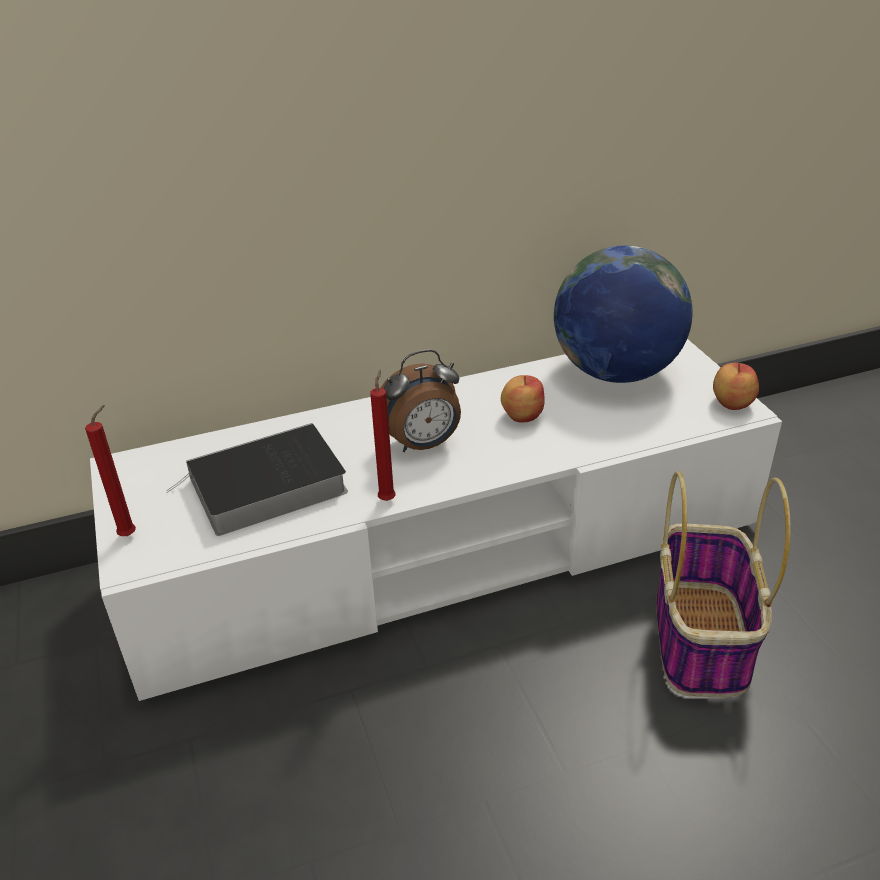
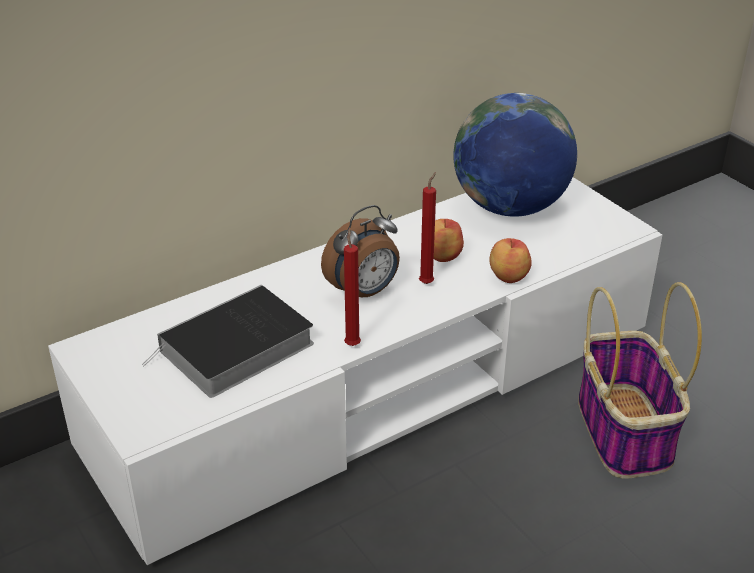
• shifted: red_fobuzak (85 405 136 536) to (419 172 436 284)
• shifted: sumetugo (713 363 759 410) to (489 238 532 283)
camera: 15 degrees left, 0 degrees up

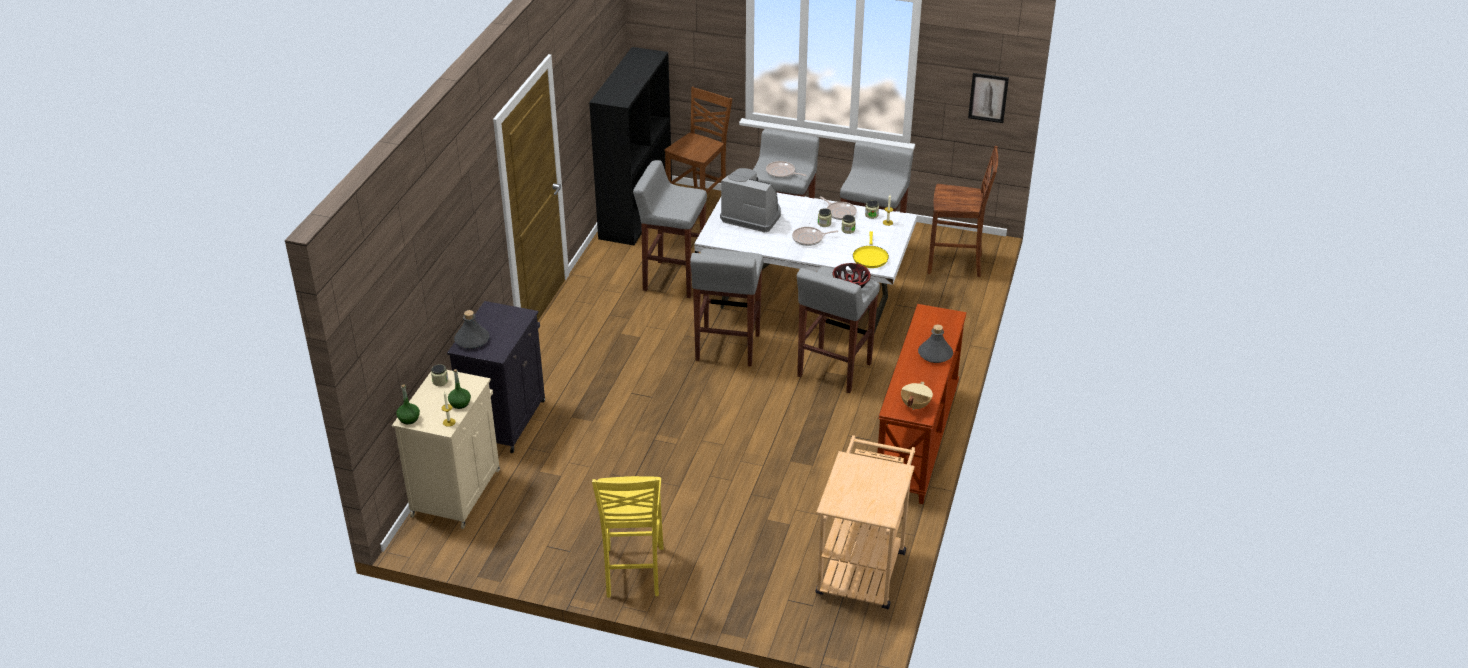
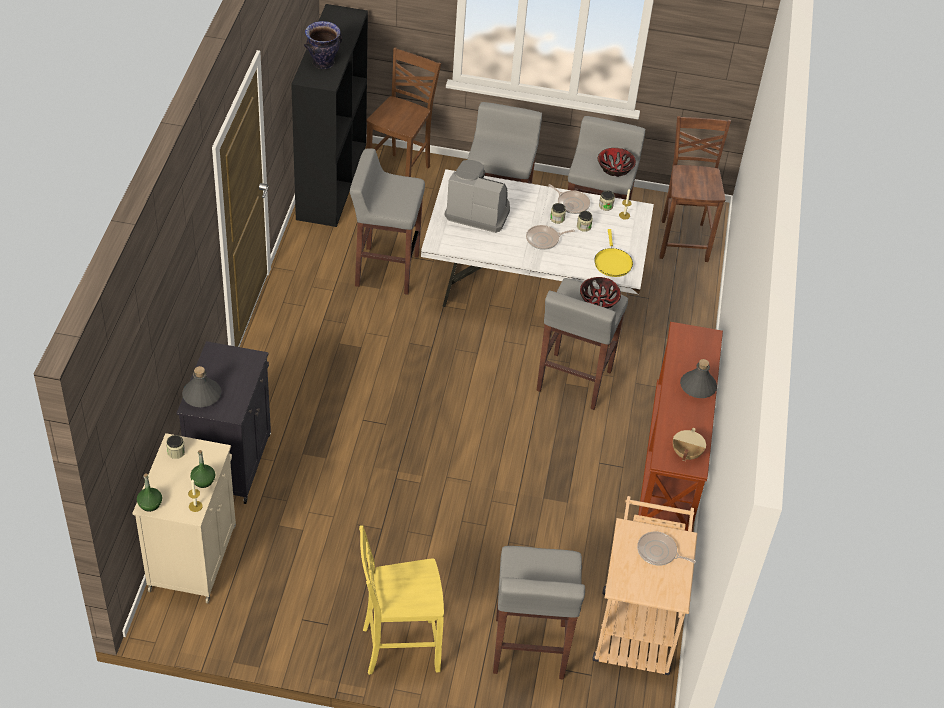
• new: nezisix (304 21 342 69)
• rotated: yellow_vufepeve (592 476 663 598) = (359 525 444 675) 90 degrees clockwise
• shifted: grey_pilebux (690 249 764 366) to (493 546 585 680)
• new: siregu (597 148 636 177)
• shifted: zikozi (766 161 807 178) to (637 531 696 566)
• rotated: brown_vufepeve (927 146 998 277) = (660 116 731 262) 90 degrees counterclockwise
• gone: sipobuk (968 73 1009 123)
camera: 10 degrees left, 10 degrees up

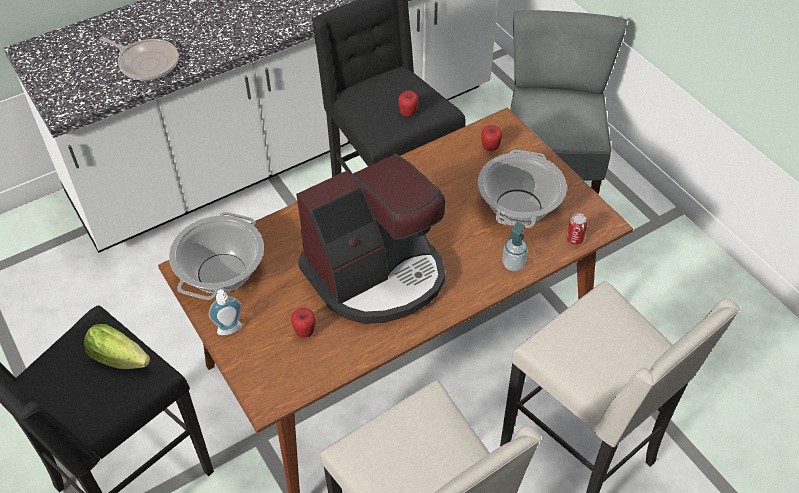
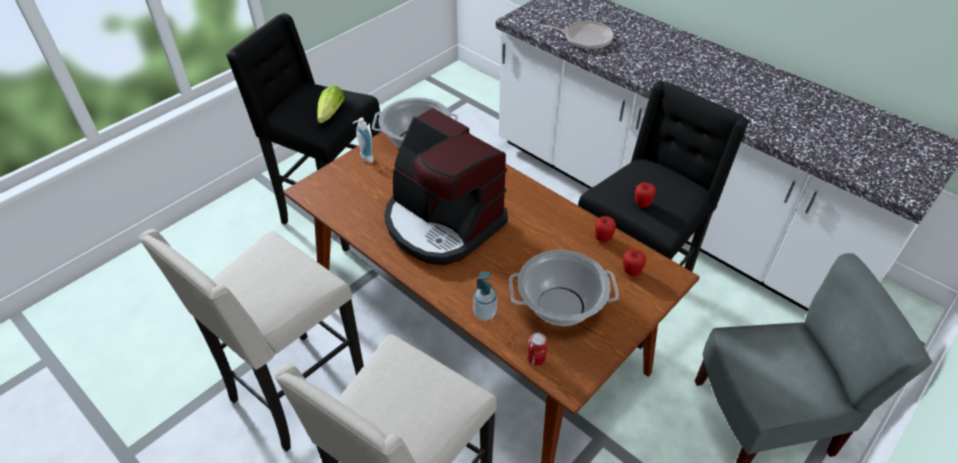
• rotated: zikozi (100 37 179 81) = (542 21 614 49) 90 degrees counterclockwise
• shifted: sumetugo (291 308 316 338) to (595 216 616 242)
camera: 75 degrees right, 5 degrees down

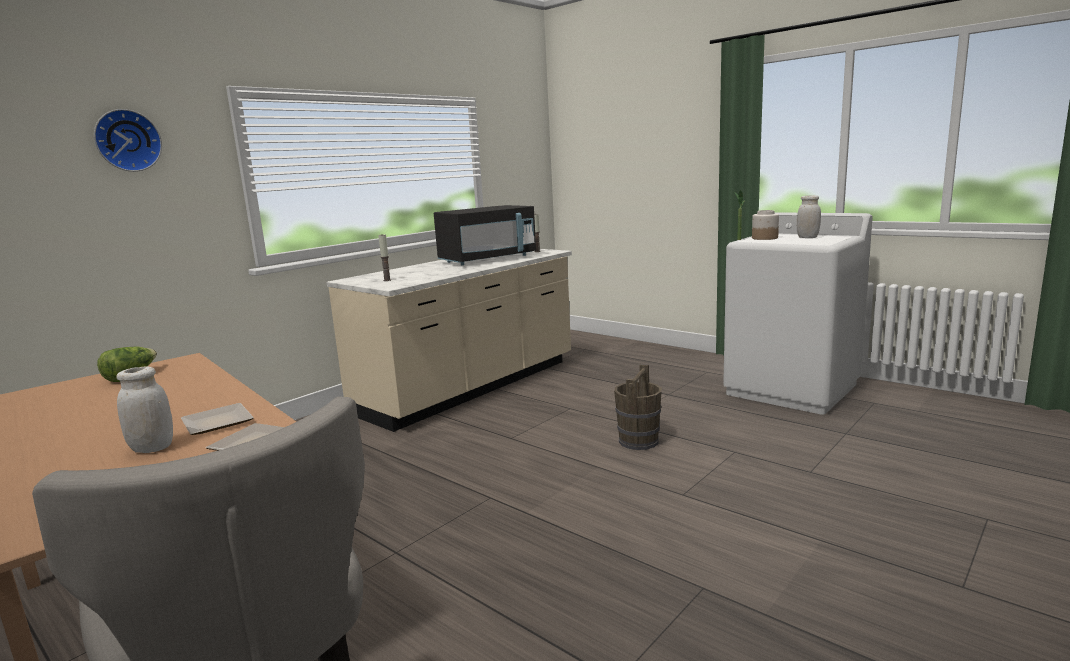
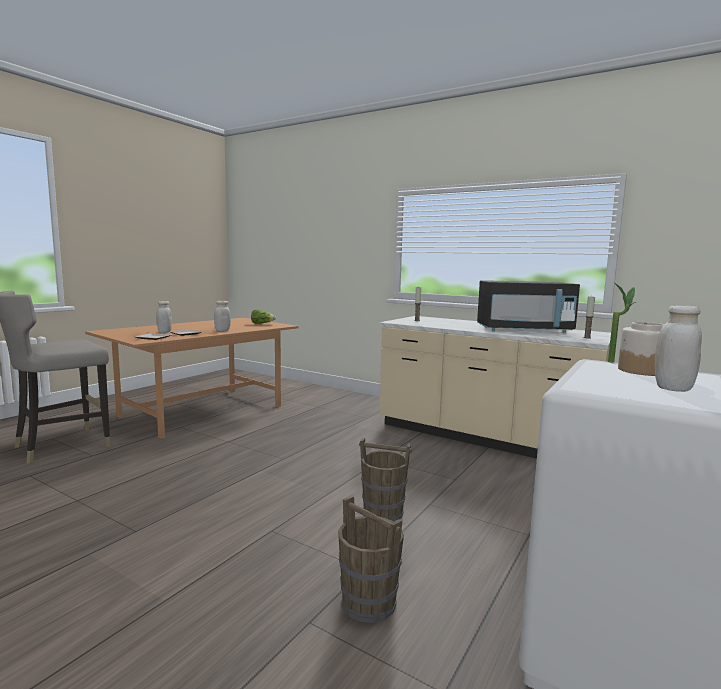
• new: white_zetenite (214 301 231 331)
• new: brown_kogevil (338 495 404 623)
• rotated: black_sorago (434 205 536 265) = (477 280 580 333) 45 degrees counterclockwise
• gone: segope (94 109 162 172)
camera: 80 degrees right, 5 degrees down

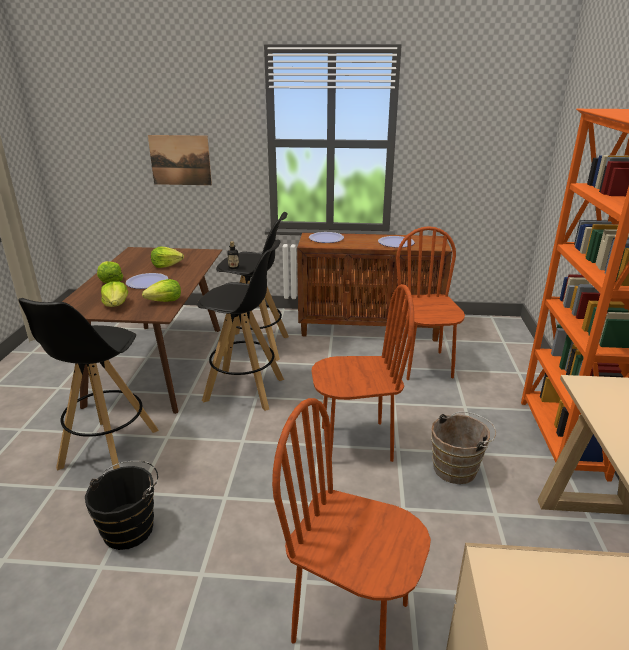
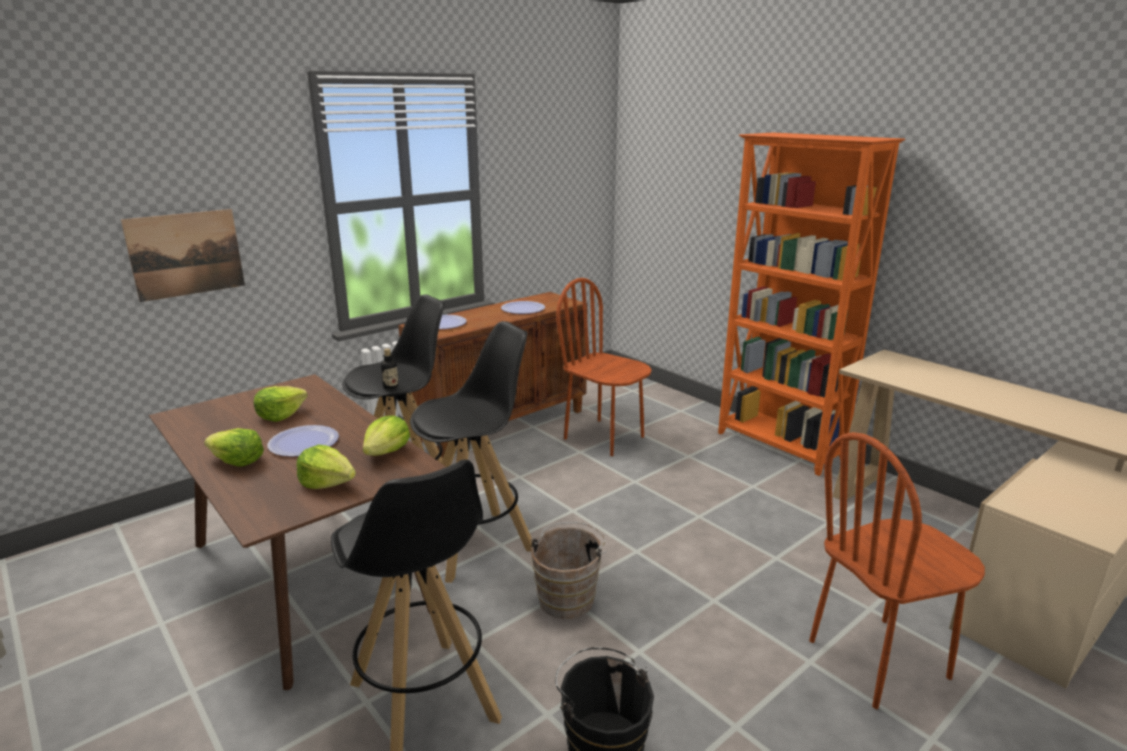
• shifted: brown_kogevil (431 412 496 484) to (531 522 607 619)
• gone: brown_vufepeve (312 284 414 462)
camera: 45 degrees left, 5 degrees down

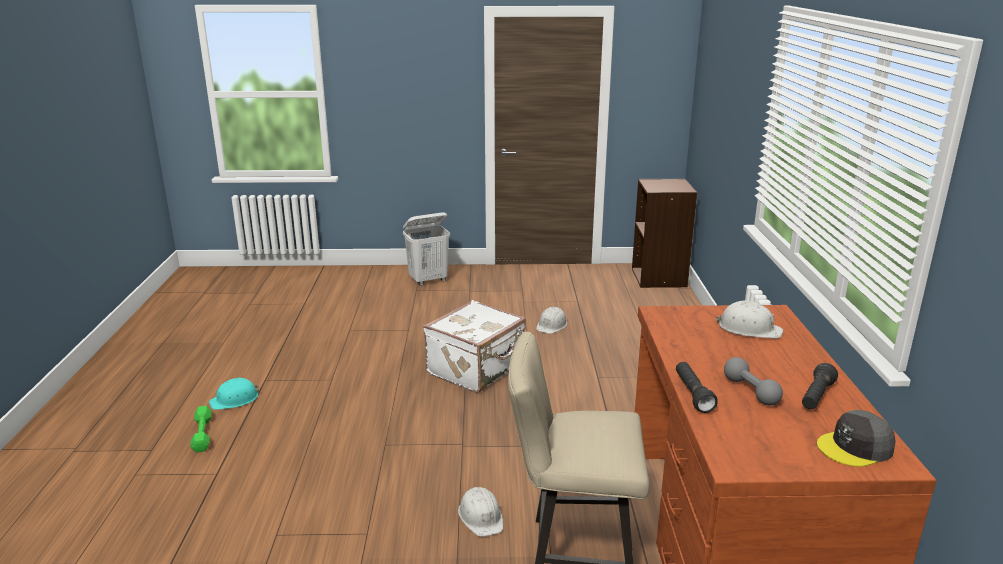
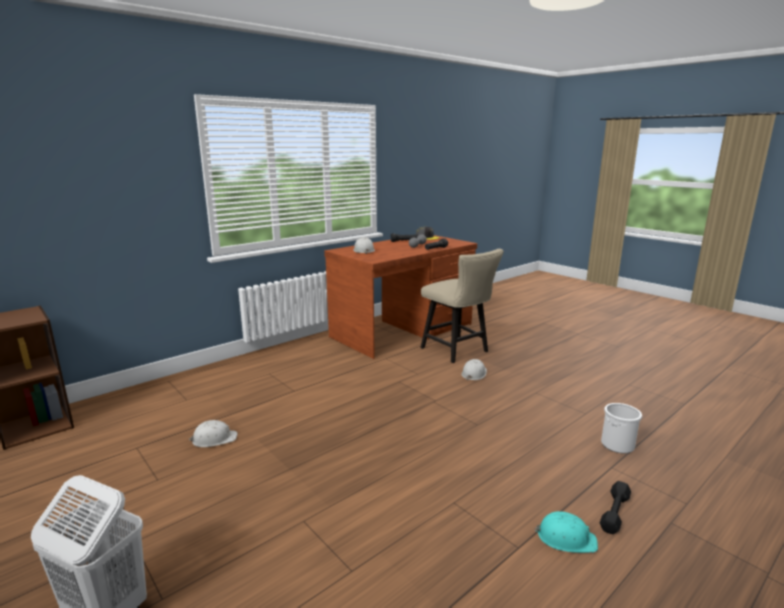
• repainted: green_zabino (191 406 212 453) to black_zabino (600 481 631 534)
• new: kogevil (601 403 642 454)
• gone: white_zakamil (423 300 526 393)
camera: 130 degrees left, 5 degrees down

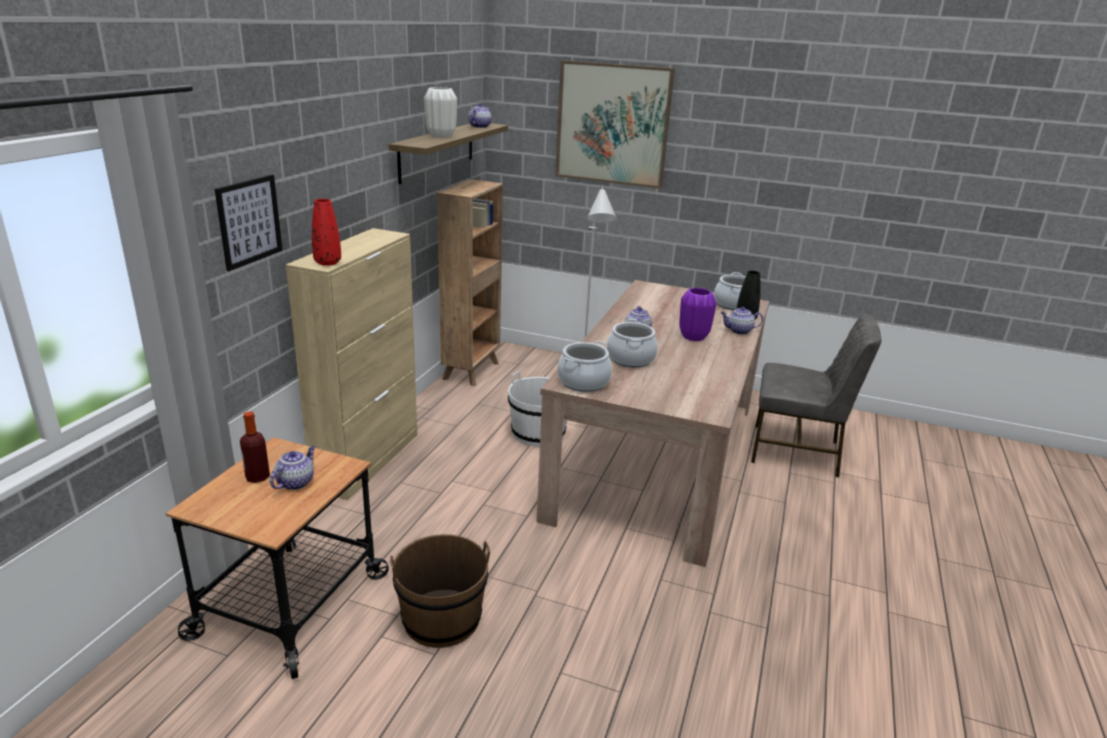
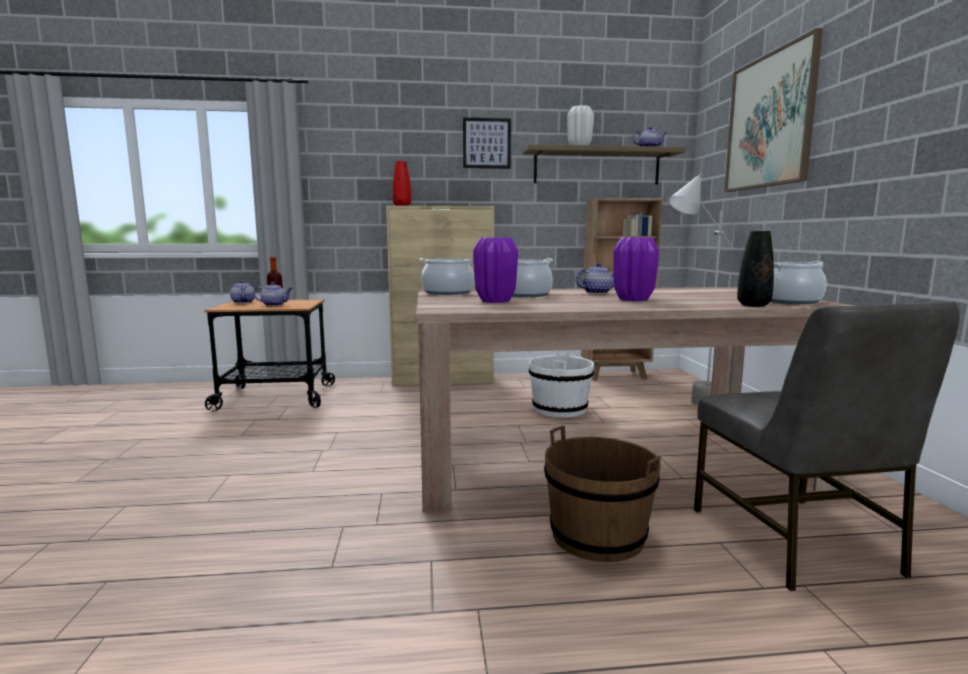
• shifted: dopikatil (721 307 763 335) to (230 280 255 303)
• shifted: sipobuk (215 175 283 271) to (463 117 511 169)
• new: purple_nezisix (473 237 518 303)
• shifted: brown_kogevil (390 534 490 648) to (544 426 661 562)
camera: 65 degrees right, 15 degrees down

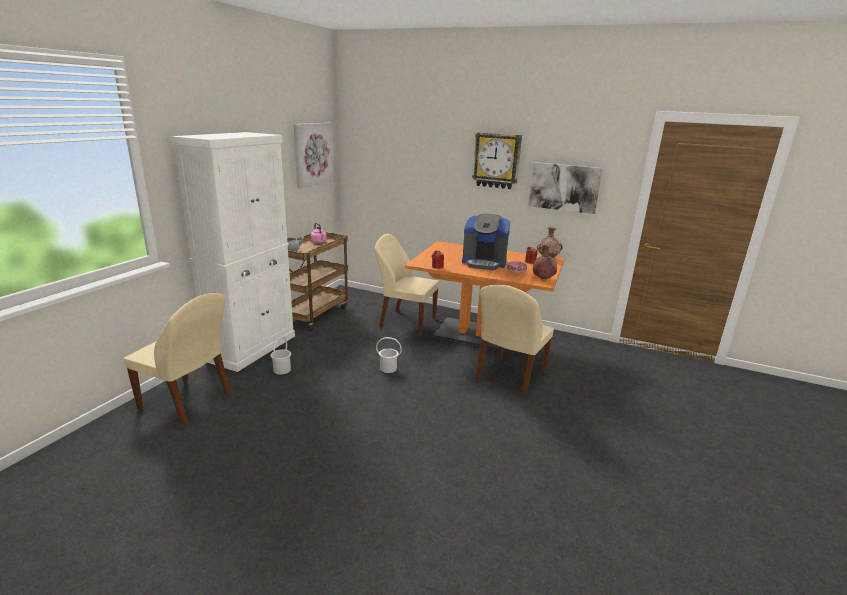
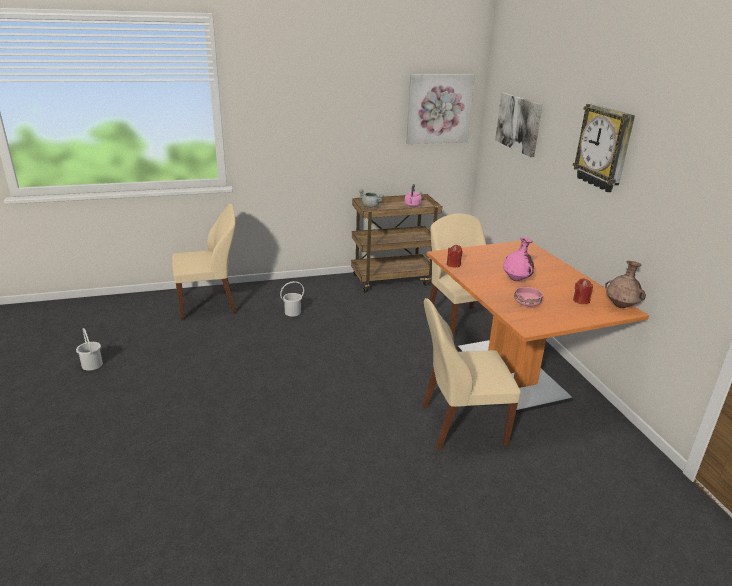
• shifted: white_kogevil (376 337 402 373) to (76 328 103 371)
• rotated: beige_vufepeve (124 293 231 426) = (172 203 236 319) 90 degrees counterclockwise
• shifted: sipobuk (528 162 603 214) to (495 93 543 157)
• swapped: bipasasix (462 214 510 270) to pink_nezisix (503 237 534 281)
• gone: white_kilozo (170 132 295 372)
• gone: brown_nezisix (533 244 557 279)
camera: 50 degrees right, 5 degrees up

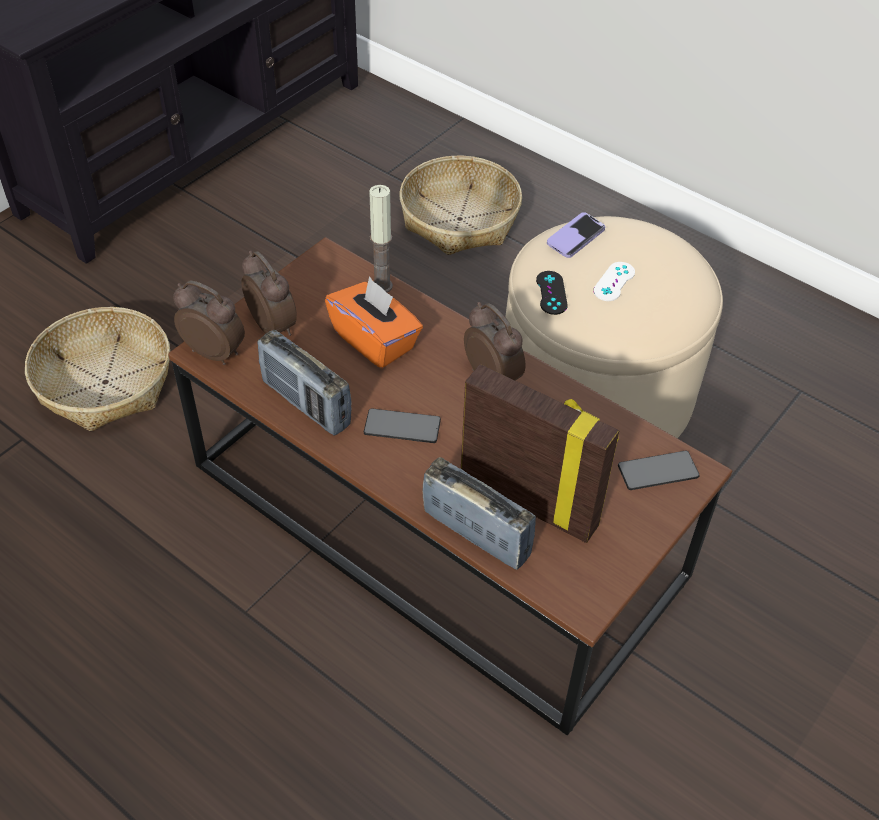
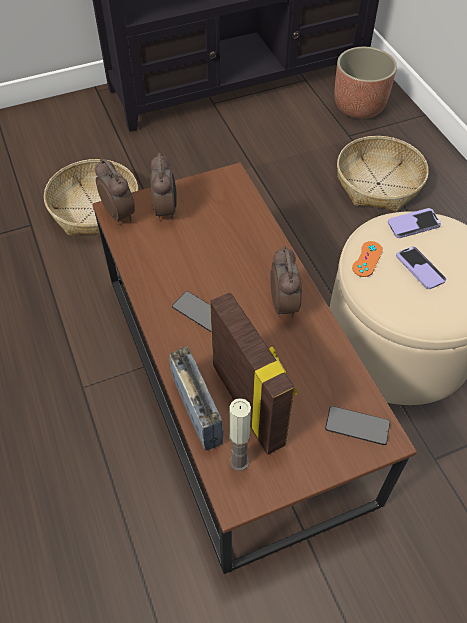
• shifted: fobuzak (369 185 393 292) to (229 398 251 471)
• new: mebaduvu (335 47 397 119)
• repainted: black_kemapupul (536 271 568 315) to orange_kemapupul (352 241 383 277)
• swapped: white_kemapupul (593 262 635 301) to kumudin (396 246 446 289)
• gone: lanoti (257 330 352 435)
• gone: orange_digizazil (325 276 423 368)
camera: 30 degrees right, 5 degrees up

